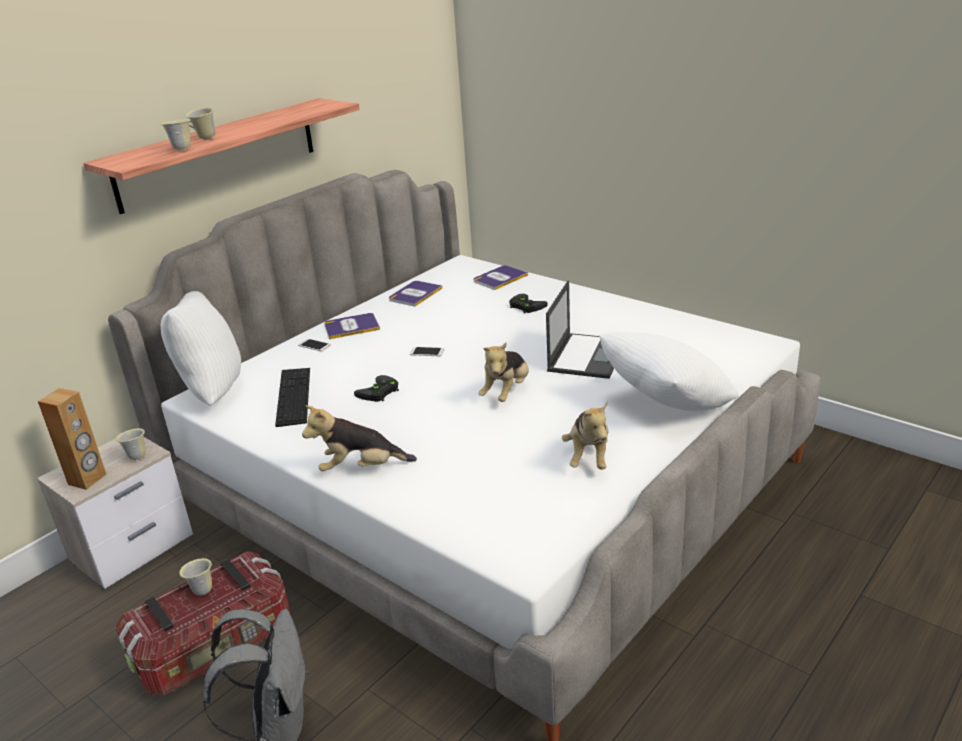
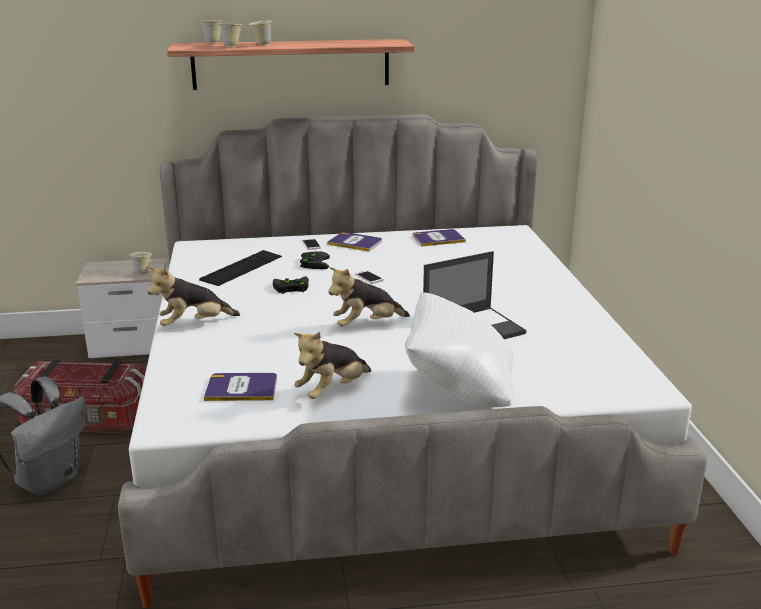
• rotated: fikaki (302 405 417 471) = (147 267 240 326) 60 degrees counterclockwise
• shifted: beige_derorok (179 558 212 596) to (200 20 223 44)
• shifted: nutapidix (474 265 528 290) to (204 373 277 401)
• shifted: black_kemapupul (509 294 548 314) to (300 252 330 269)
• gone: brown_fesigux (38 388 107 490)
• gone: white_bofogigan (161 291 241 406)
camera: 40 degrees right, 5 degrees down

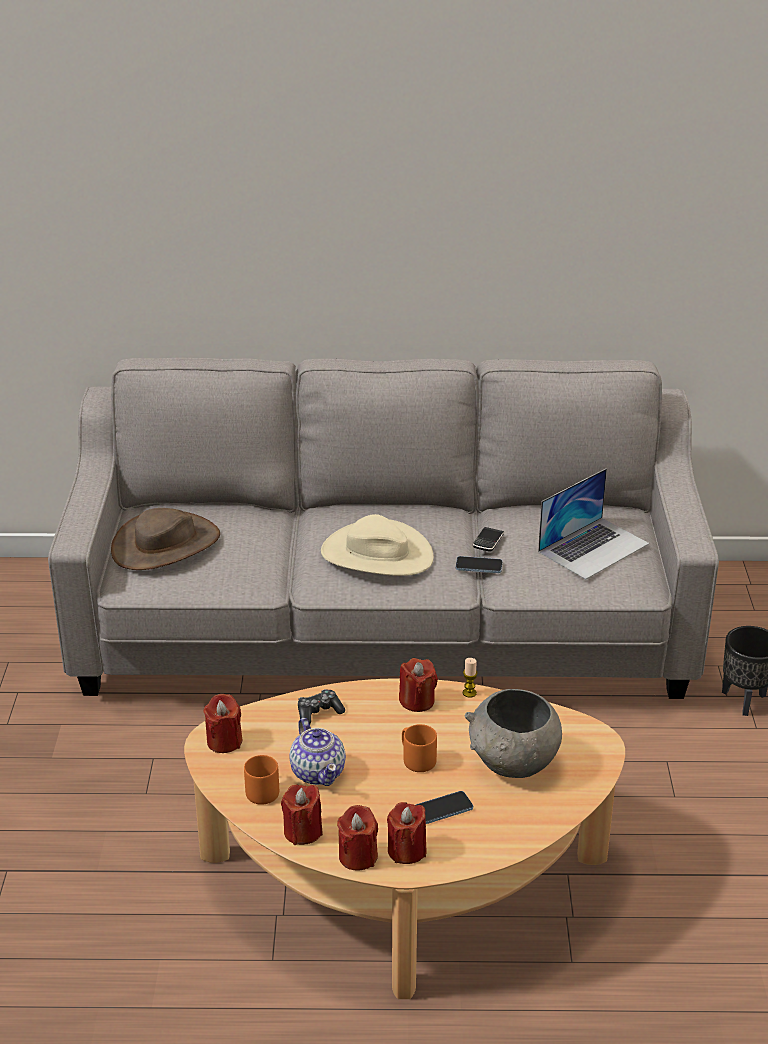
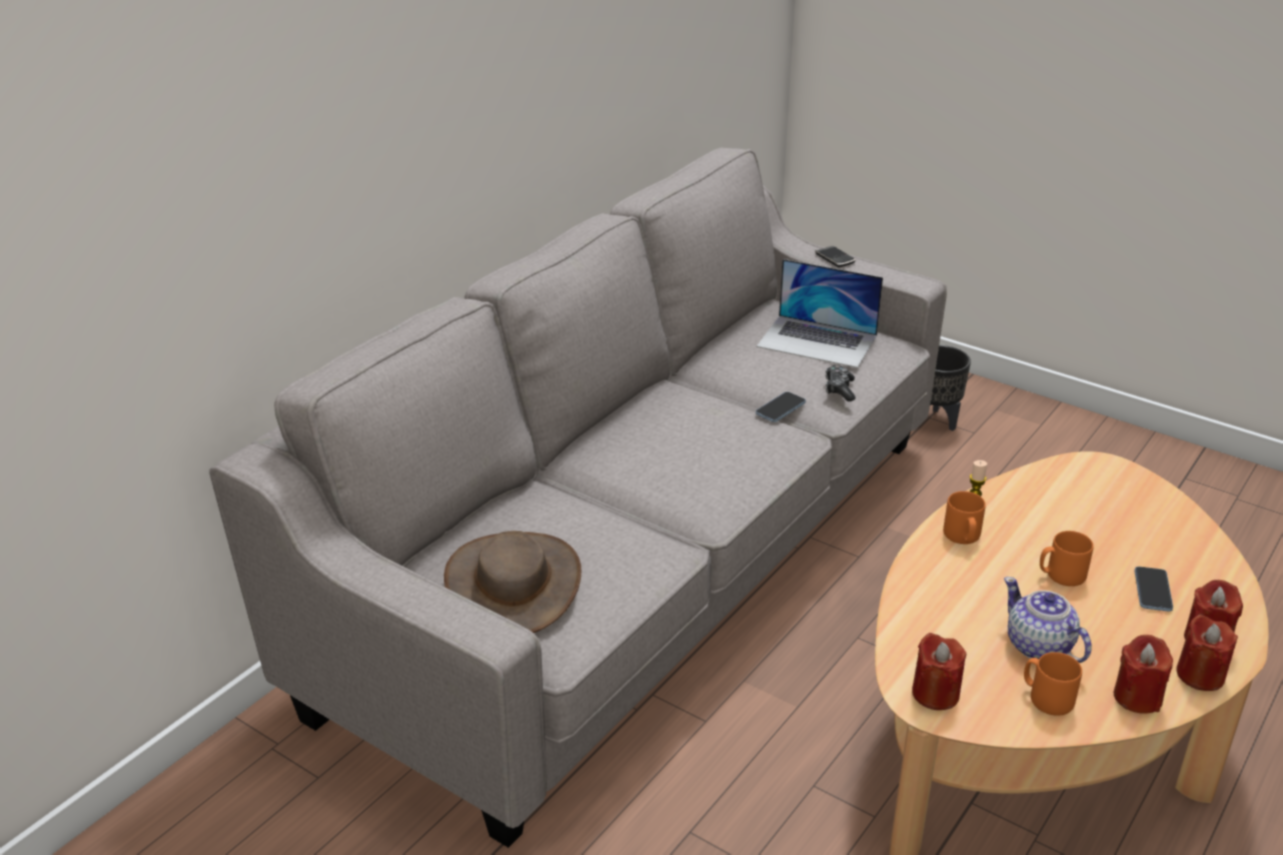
• rotated: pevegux (538 469 649 580) = (757 259 883 368) 120 degrees clockwise
• shifted: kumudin (473 527 504 552) to (815 246 855 268)
• shifted: kemapupul (298 689 345 724) to (826 365 855 401)
• swapped: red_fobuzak (399 658 438 712) to orange_derorok (943 491 986 544)
• rotated: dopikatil (289 718 346 786) = (1004 577 1092 663) 135 degrees counterclockwise
• gone: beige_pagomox (321 514 434 576)
• gone: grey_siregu (464 689 562 778)
camera: 55 degrees left, 0 degrees up

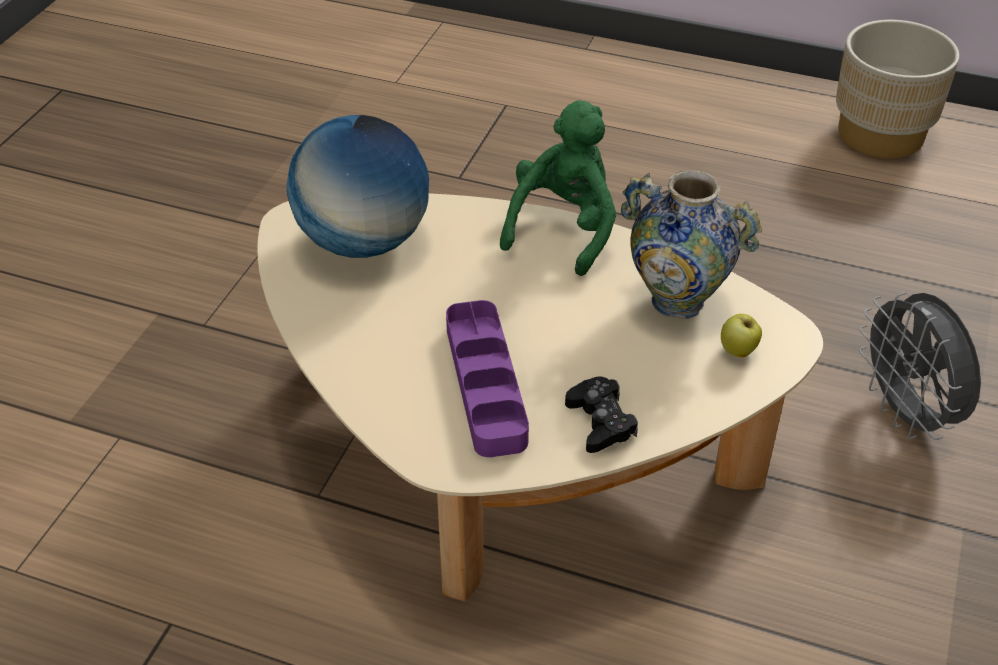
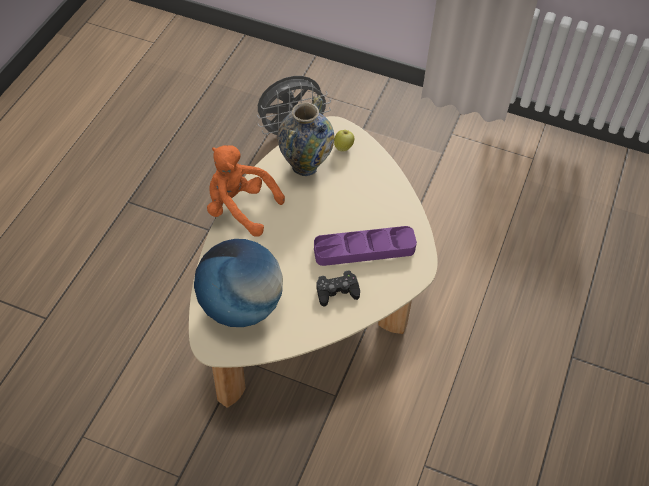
• repainted: green_fikaki (500 100 616 276) to orange_fikaki (207 145 285 237)
• shifted: black_kemapupul (565 377 638 453) to (316 270 360 307)
• gone: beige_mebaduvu (836 20 960 159)
camera: 90 degrees left, 10 degrees up

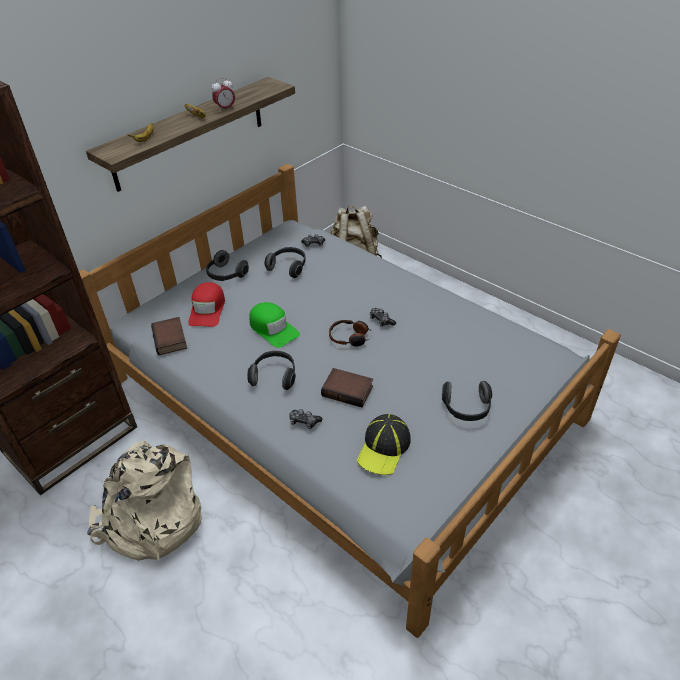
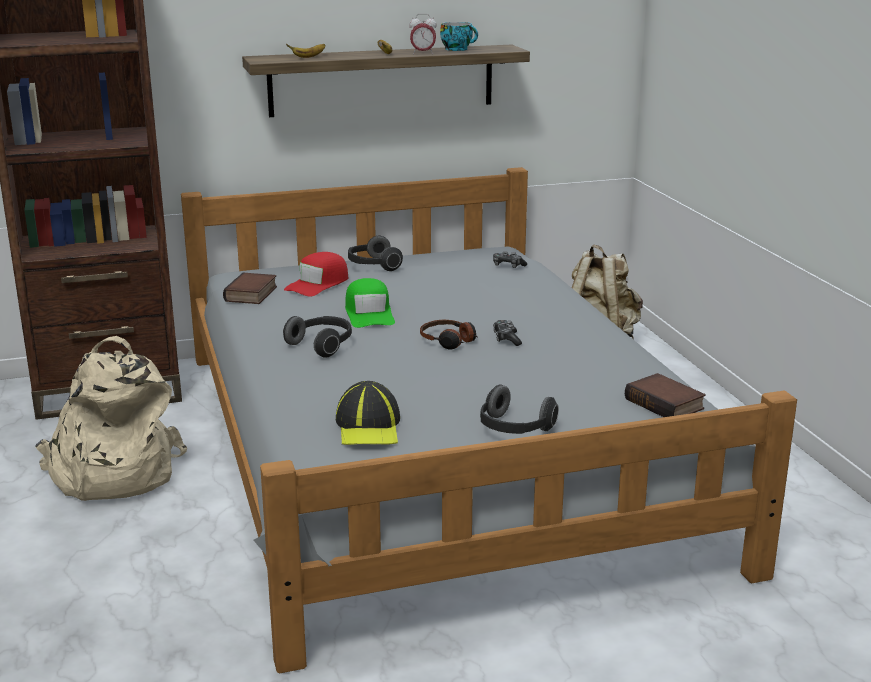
• rotated: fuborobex (357 414 411 475) = (336 381 400 445) 60 degrees counterclockwise
• new: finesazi (440 22 478 51)
• shifted: nutapidix (321 368 373 407) to (625 373 706 417)
• gone: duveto (264 247 306 278)
• gone: kemapupul (289 409 322 429)
camera: 30 degrees right, 20 degrees down

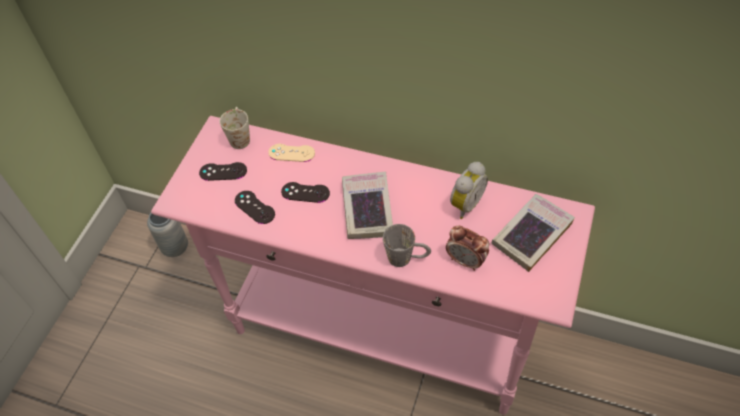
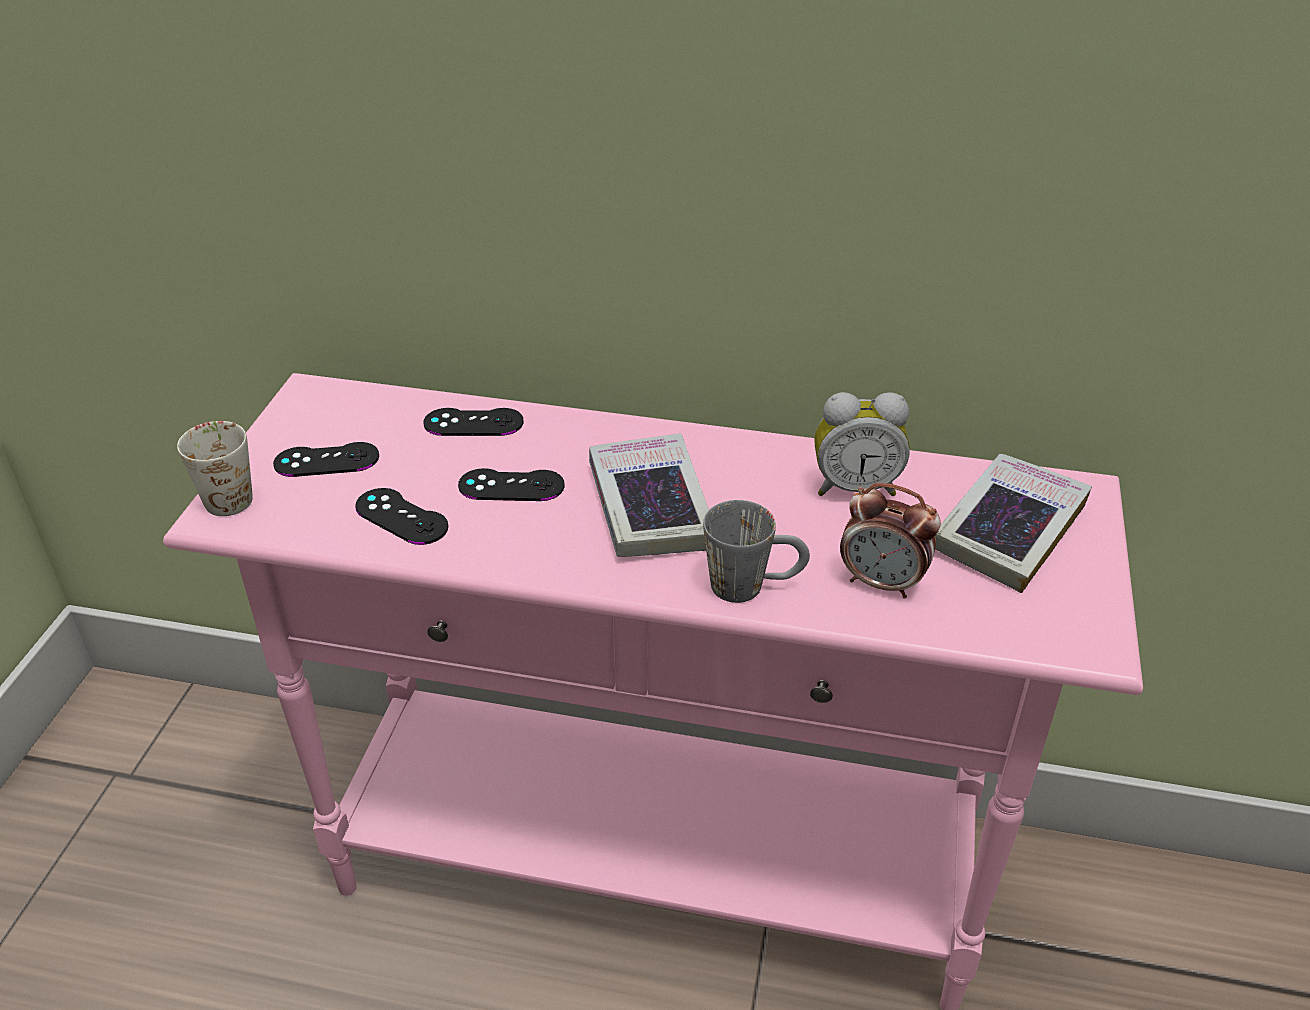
• shifted: white_derorok (220 107 250 149) to (177 421 253 516)
• repainted: beige_kemapupul (268 144 315 162) to black_kemapupul (423 408 524 436)
• rotated: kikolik (450 162 488 219) = (815 392 910 496) 60 degrees clockwise
• gone: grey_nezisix (147 213 188 257)
camera: 10 degrees left, 15 degrees down

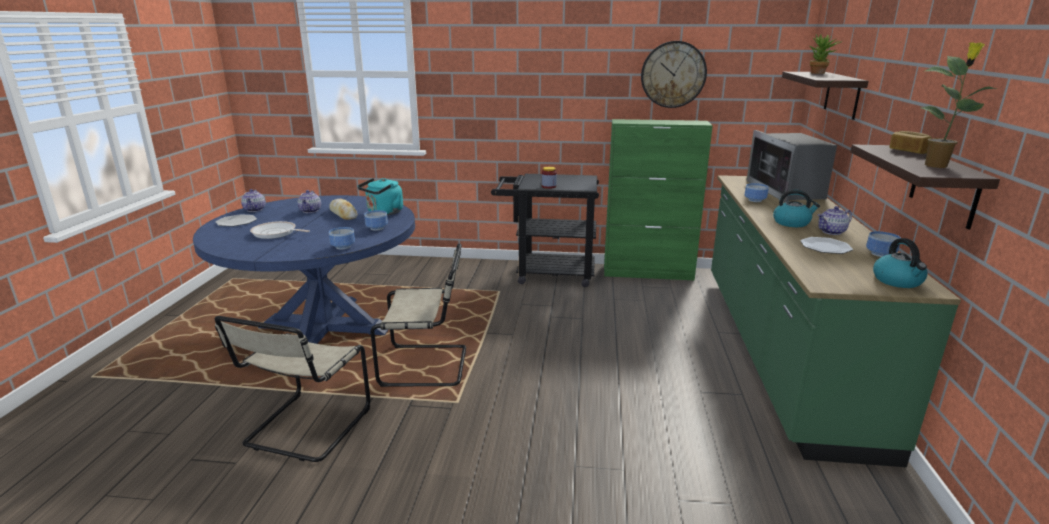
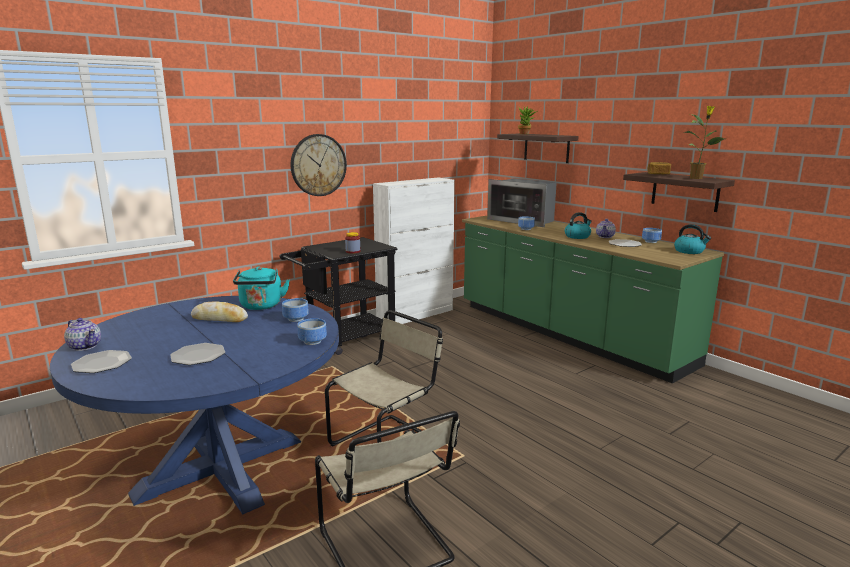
• swapped: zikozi (250 221 310 239) to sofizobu (170 343 225 365)
• shifted: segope (641 41 707 108) to (291 134 347 196)
• repainted: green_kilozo (604 119 713 280) to white_kilozo (373 177 455 324)
• gone: dopikatil (298 190 321 213)
camera: 45 degrees left, 5 degrees down

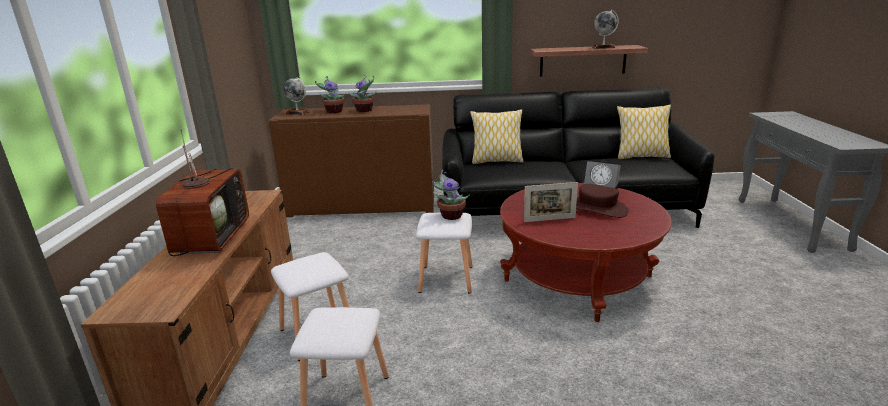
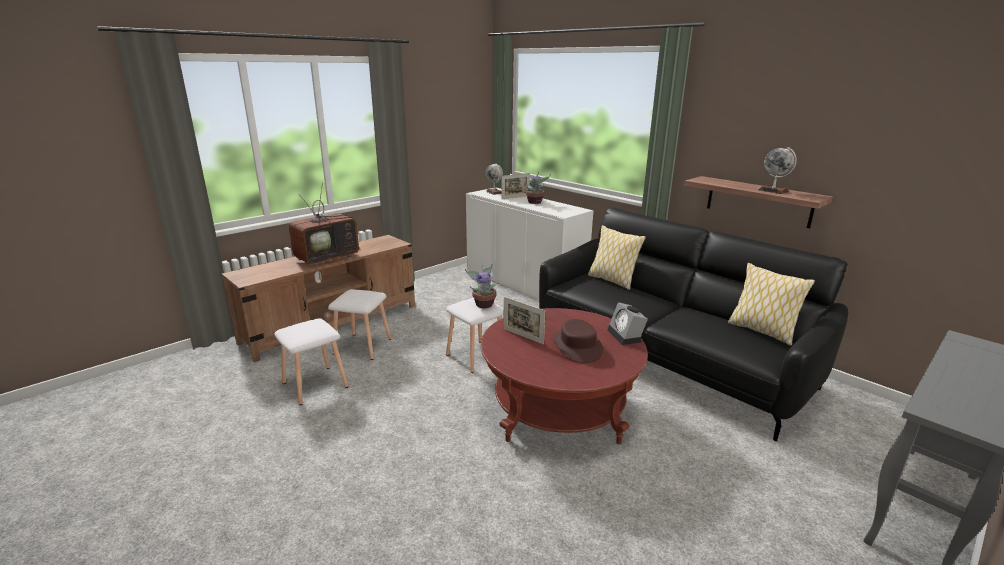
• repainted: brown_kilozo (268 104 434 217) to white_kilozo (466 187 594 300)
• swapped: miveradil (315 76 346 113) to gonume (501 173 530 199)
camera: 45 degrees right, 0 degrees up

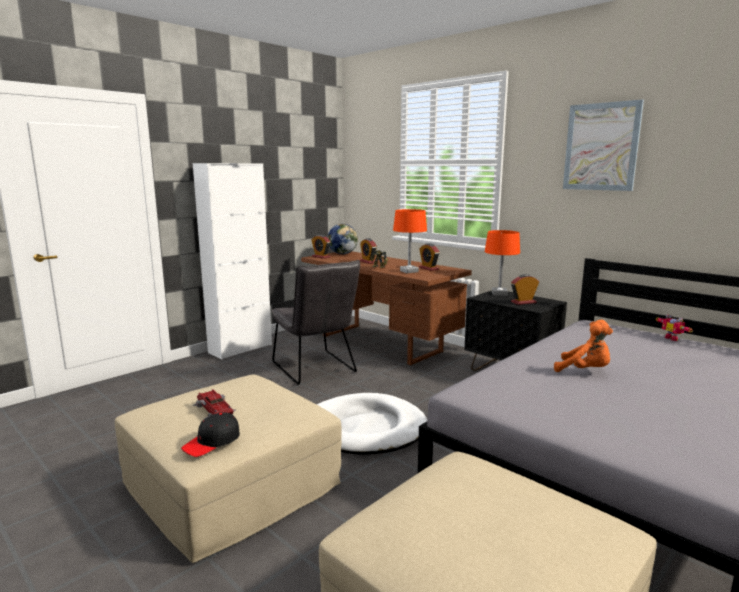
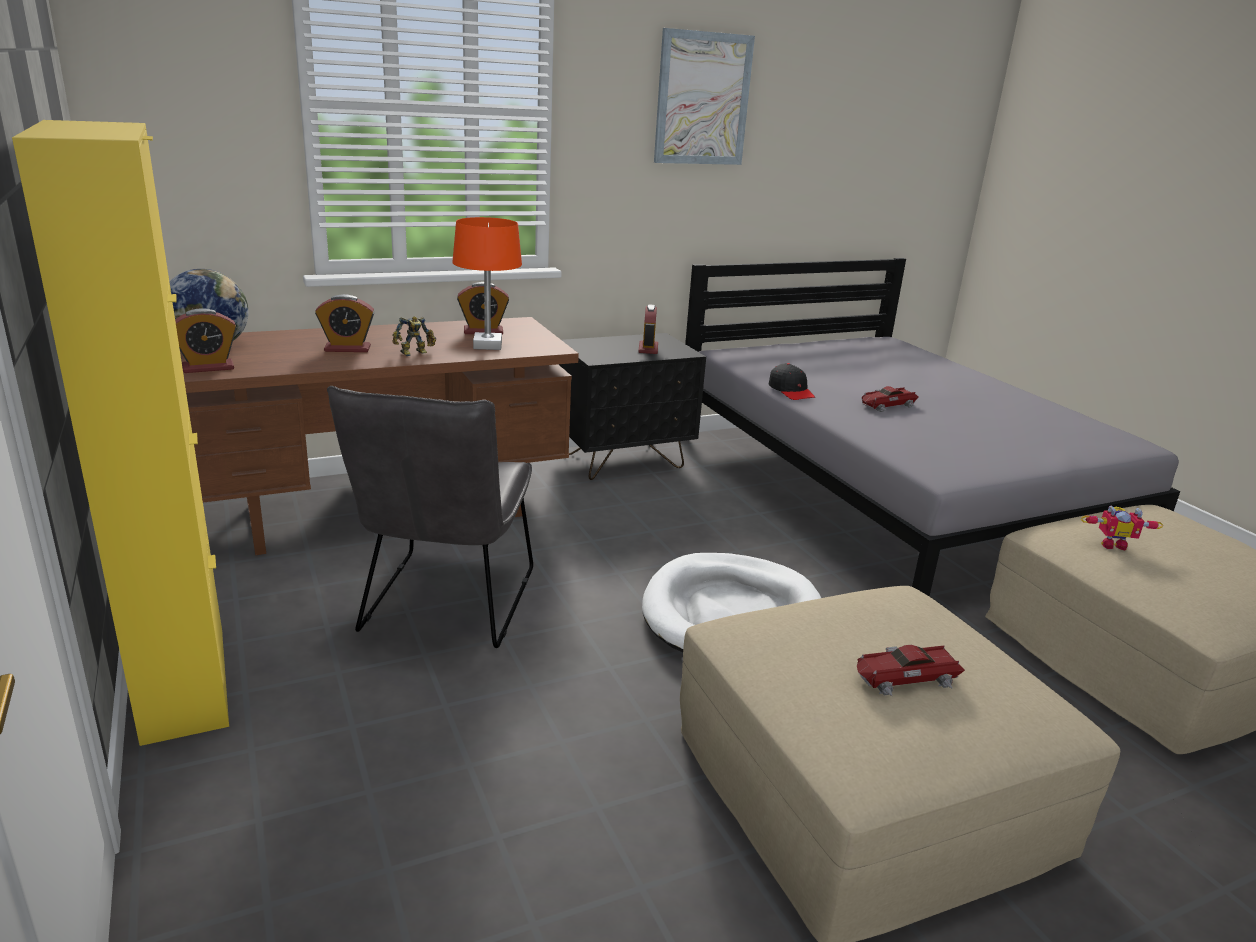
• repainted: white_kilozo (193 163 272 360) to yellow_kilozo (12 120 229 746)
• rotated: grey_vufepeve (272 260 360 385) = (327 386 533 648) 105 degrees clockwise
• shifted: black_fuborobex (181 412 240 457) to (769 363 815 400)
• swapped: orange_fikaki (554 320 613 372) to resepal (862 386 919 412)
• shifted: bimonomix (656 314 693 341) to (1081 506 1163 550)
• gone: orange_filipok (485 230 520 296)
camera: 70 degrees left, 10 degrees up

